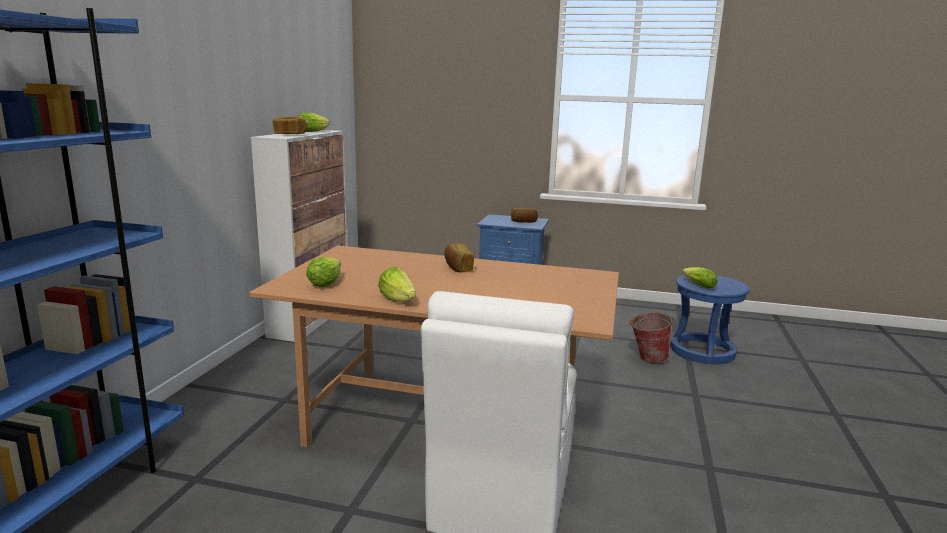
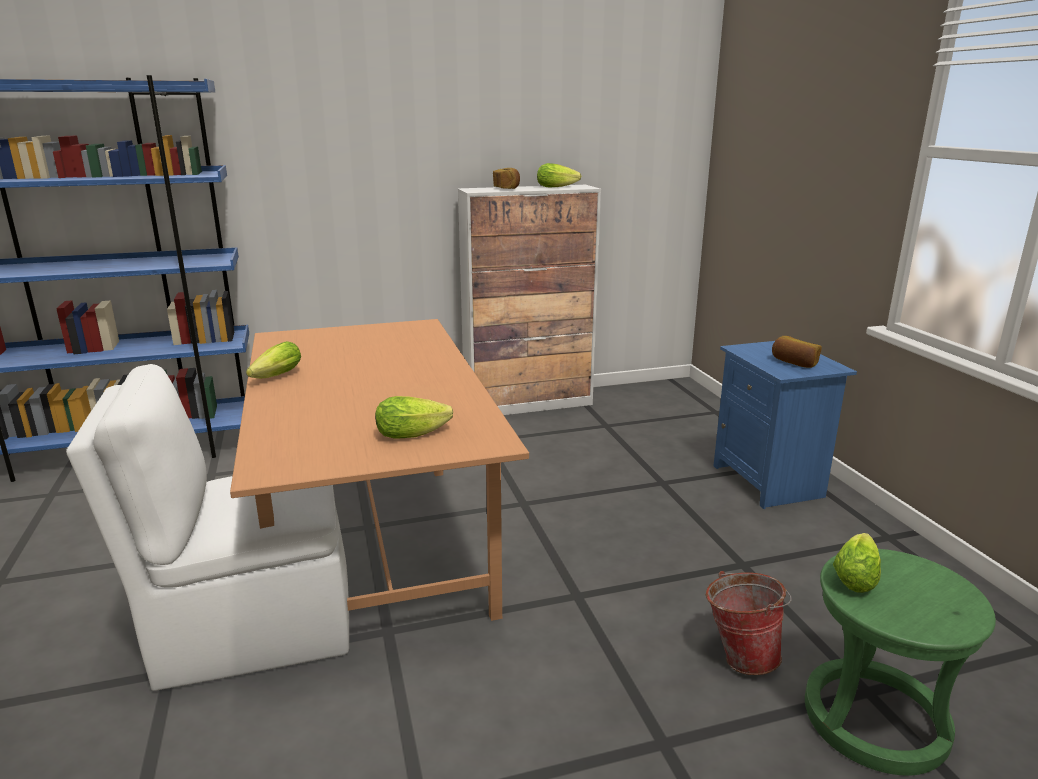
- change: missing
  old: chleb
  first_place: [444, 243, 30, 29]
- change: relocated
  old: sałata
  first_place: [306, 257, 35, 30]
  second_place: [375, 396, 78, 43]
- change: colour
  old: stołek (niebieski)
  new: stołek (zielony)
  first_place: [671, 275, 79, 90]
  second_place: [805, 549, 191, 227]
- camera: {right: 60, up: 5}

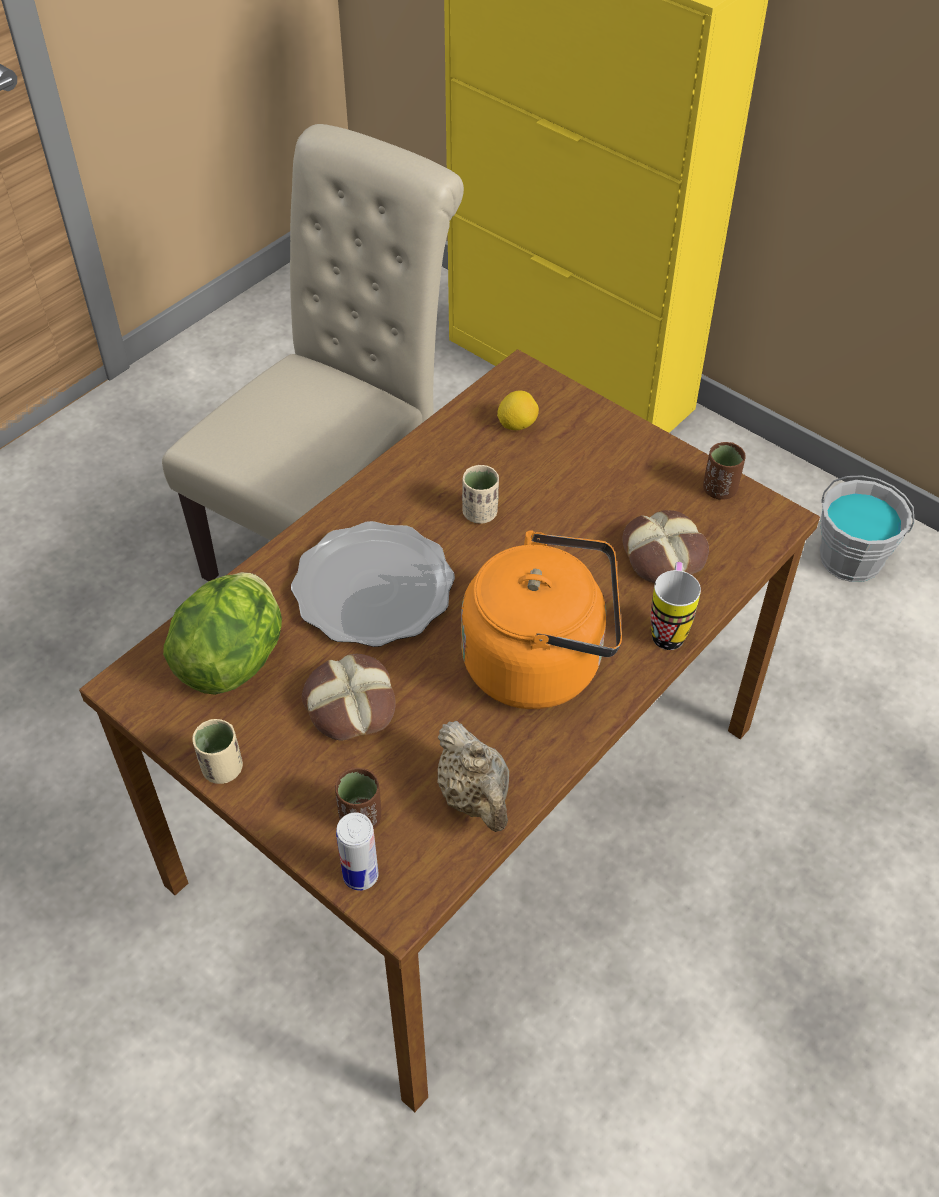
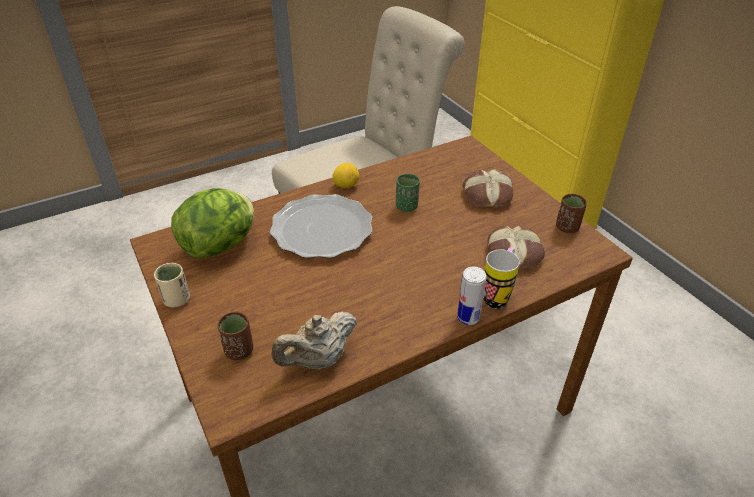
- change: relocated
  old: cytryna
  first_place: [497, 391, 42, 39]
  second_place: [332, 163, 27, 25]
- change: colour
  old: filiżanka (beżowy)
  new: filiżanka (zielony)
  first_place: [462, 465, 37, 59]
  second_place: [396, 174, 24, 38]
- change: missing
  old: wiadro (szary)
  first_place: [820, 475, 95, 107]
- change: missing
  old: czajnik (pomarańczowy)
  first_place: [461, 530, 161, 179]
- change: relocated
  old: chleb
  first_place: [302, 654, 93, 87]
  second_place: [462, 169, 51, 39]
- change: spun
  old: imbryk (beżowy)
  first_place: [437, 721, 72, 111]
  second_place: [272, 311, 85, 58]
  degrees: 60
- change: relocated
  old: puszka
  first_place: [336, 812, 43, 79]
  second_place: [457, 267, 29, 58]
- camera: {right: 20, up: -10}

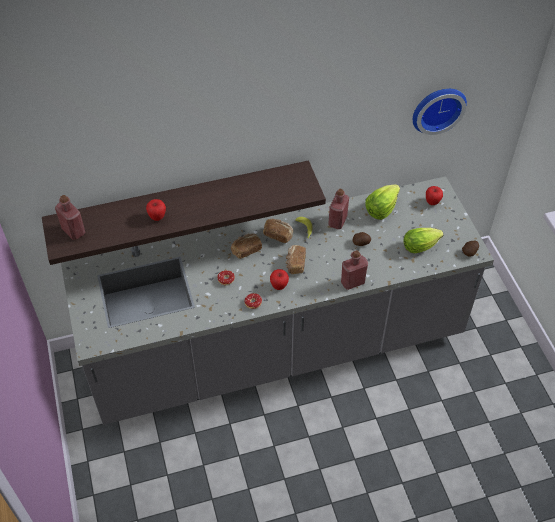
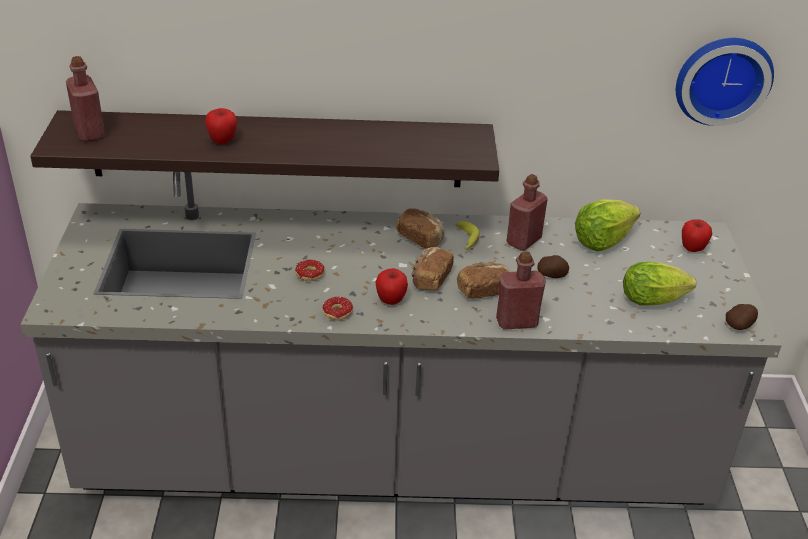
- change: relocated
  old: chleb
  first_place: [231, 233, 31, 26]
  second_place: [457, 262, 52, 37]
- camera: {right: 15, up: -15}

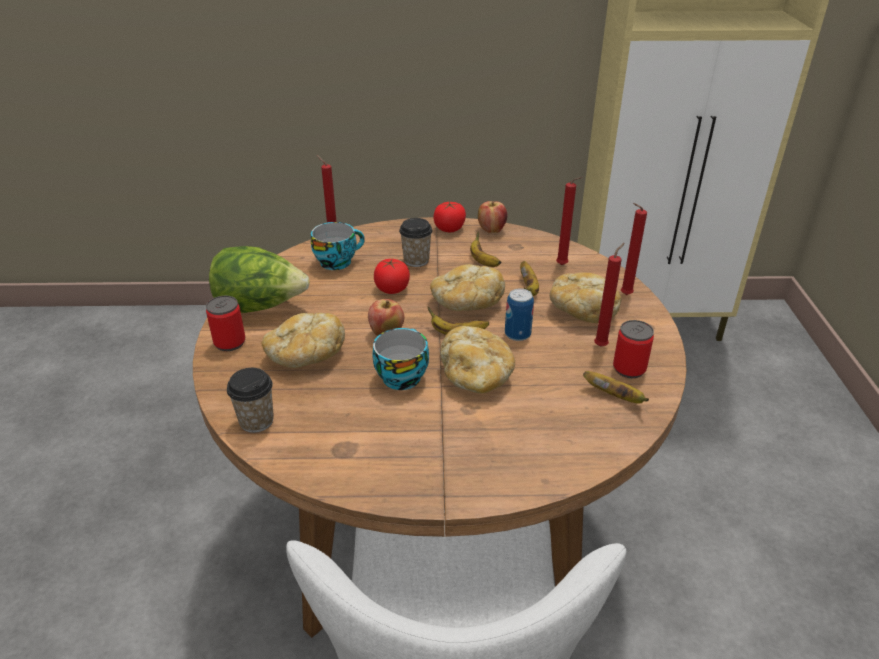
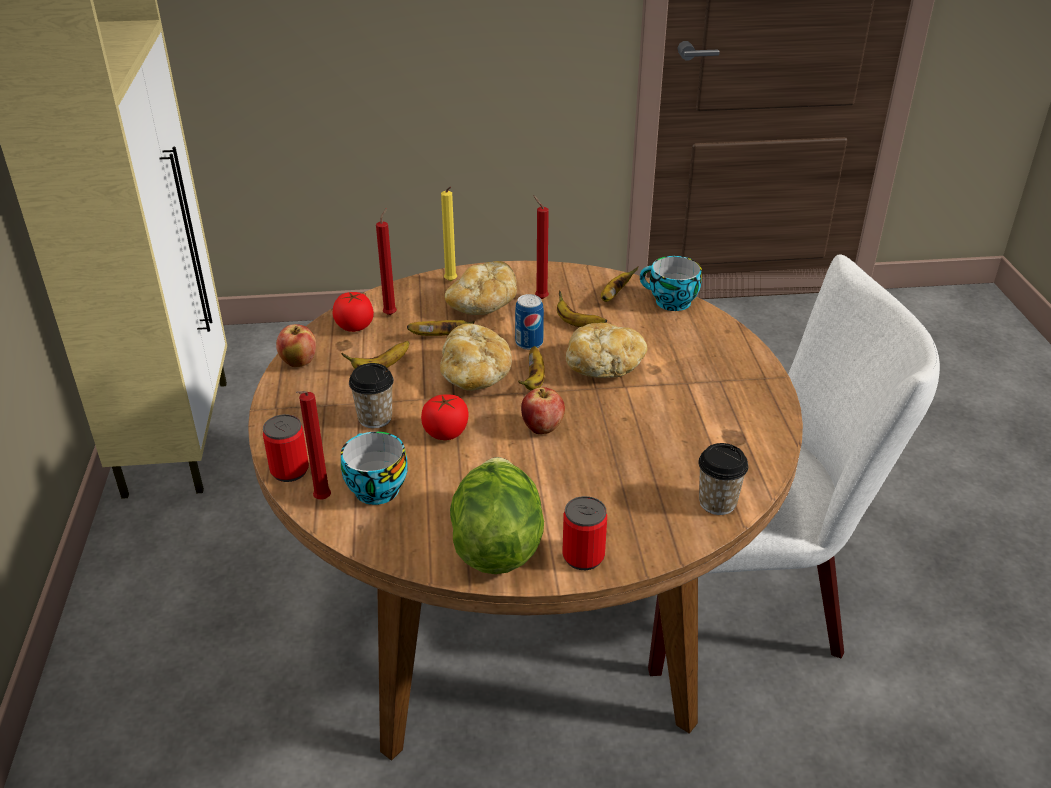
- change: relocated
  old: pomidor
  first_place: [434, 201, 32, 31]
  second_place: [333, 292, 41, 40]
- change: colour
  old: świeca (czerwony)
  new: świeca (żółty)
  first_place: [621, 203, 26, 92]
  second_place: [441, 187, 16, 94]
- change: missing
  old: chleb
  first_place: [262, 313, 83, 55]
- change: relocated
  old: puszka
  first_place: [613, 320, 41, 58]
  second_place: [263, 414, 46, 68]
- change: relocated
  old: filiżanka
  first_place: [372, 328, 57, 62]
  second_place: [640, 256, 62, 55]
- change: appeared
  new: banan
  second_place: [557, 290, 50, 37]
- camera: {right: -95, up: 0}

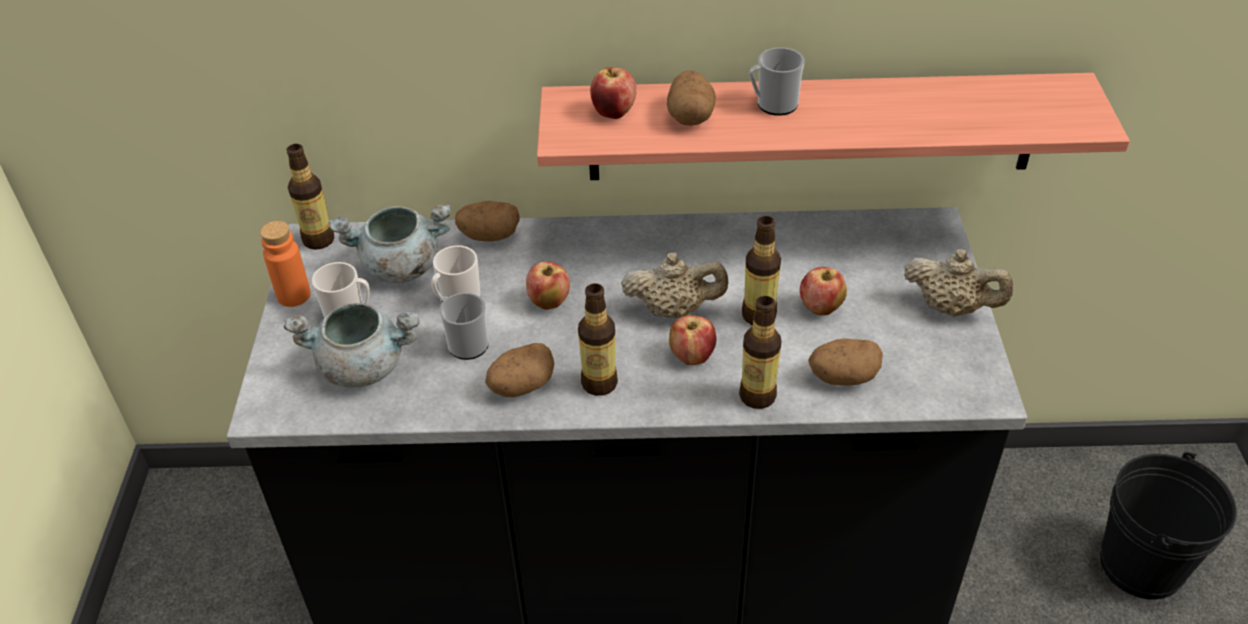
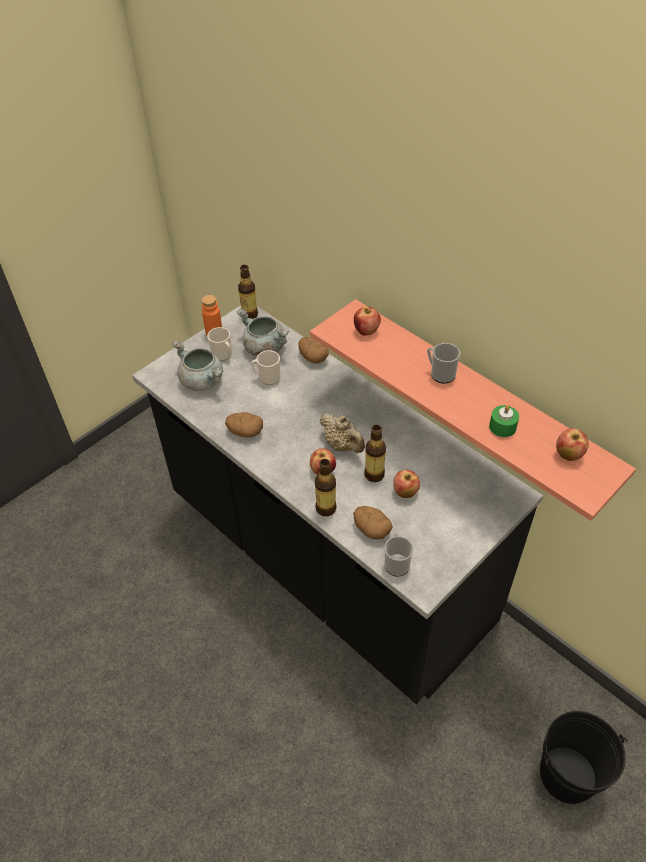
- change: missing
  old: ziemniak
  first_place: [667, 71, 49, 55]
- change: missing
  old: imbryk (beżowy)
  first_place: [904, 249, 109, 67]
- change: relocated
  old: jabłko
  first_place: [526, 261, 44, 49]
  second_place: [556, 428, 33, 33]
- change: missing
  old: butelka
  first_place: [578, 283, 40, 113]
- change: relocated
  old: kubek
  first_place: [439, 293, 50, 67]
  second_place: [384, 533, 29, 44]
- change: appeared
  new: świeca (zielony)
  second_place: [489, 405, 30, 32]
- camera: {right: 45, up: 5}

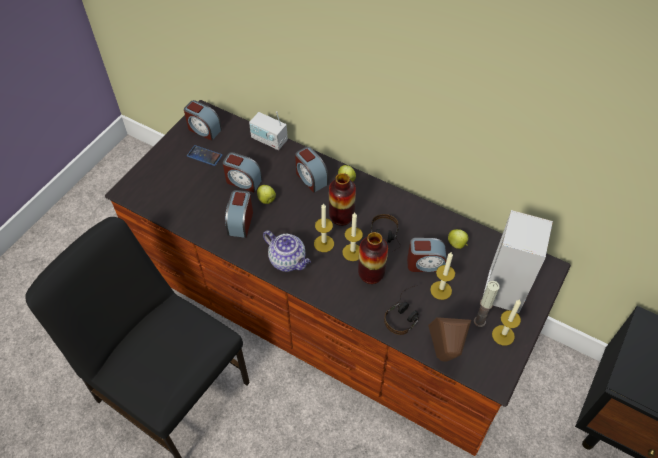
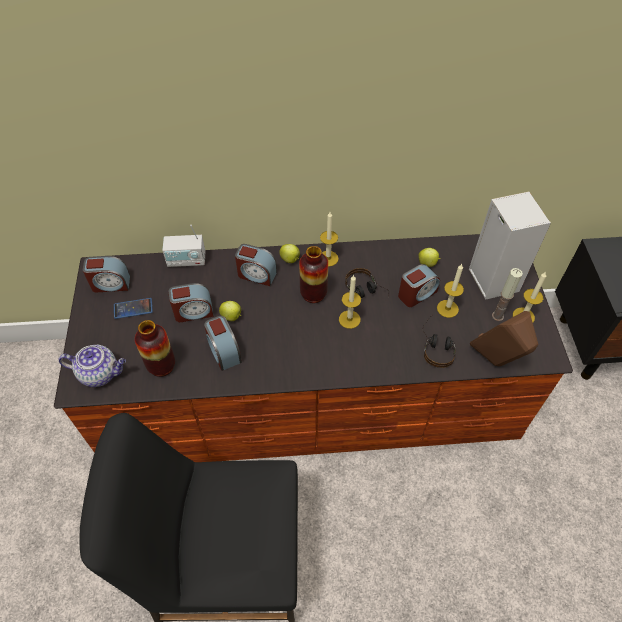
- change: relocated
  old: świeca
  first_place: [314, 203, 20, 49]
  second_place: [320, 212, 19, 55]
- change: relocated
  old: imbryk
  first_place: [263, 230, 48, 42]
  second_place: [59, 345, 67, 42]
- change: relocated
  old: wazon
  first_place: [358, 232, 30, 52]
  second_place: [135, 320, 40, 57]
- camera: {right: -35, up: 0}

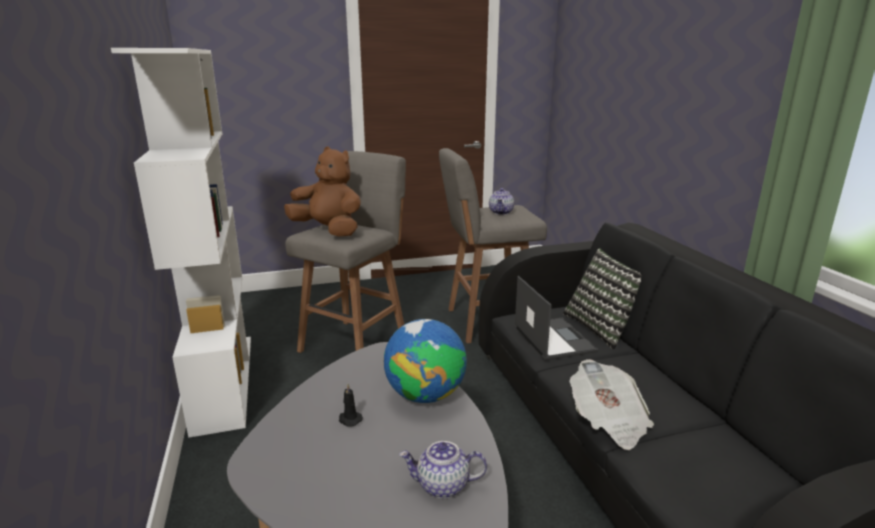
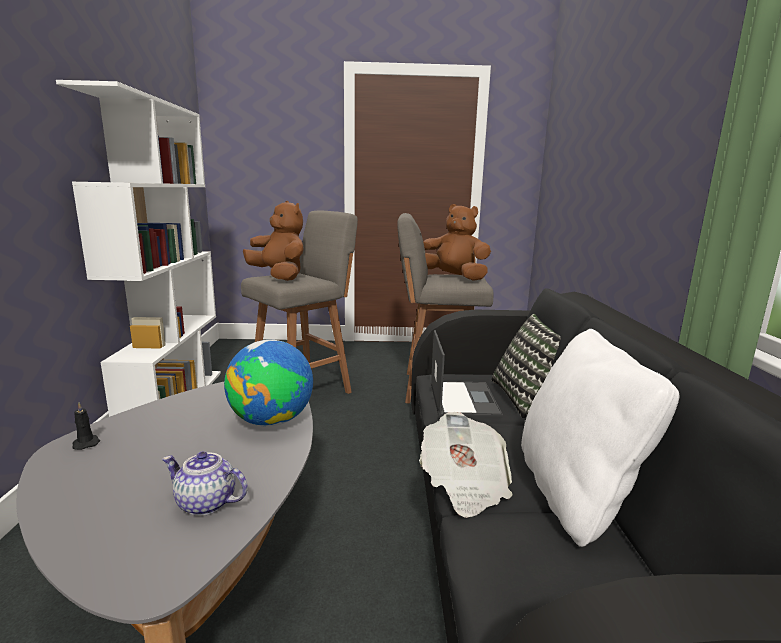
- change: exchanged
  old: imbryk
  new: pluszak (brązowy)
  first_place: [489, 188, 25, 27]
  second_place: [423, 204, 68, 77]
- change: relocated
  old: świeca (czarny)
  first_place: [339, 384, 24, 42]
  second_place: [72, 402, 28, 48]
- change: appeared
  new: poduszka (biały)
  second_place: [521, 329, 158, 218]
- camera: {right: 15, up: -5}

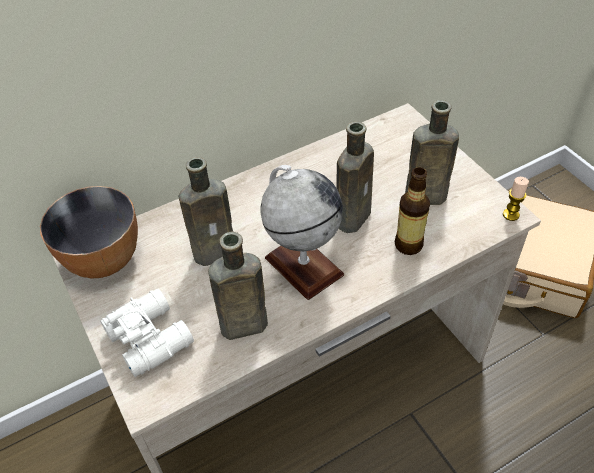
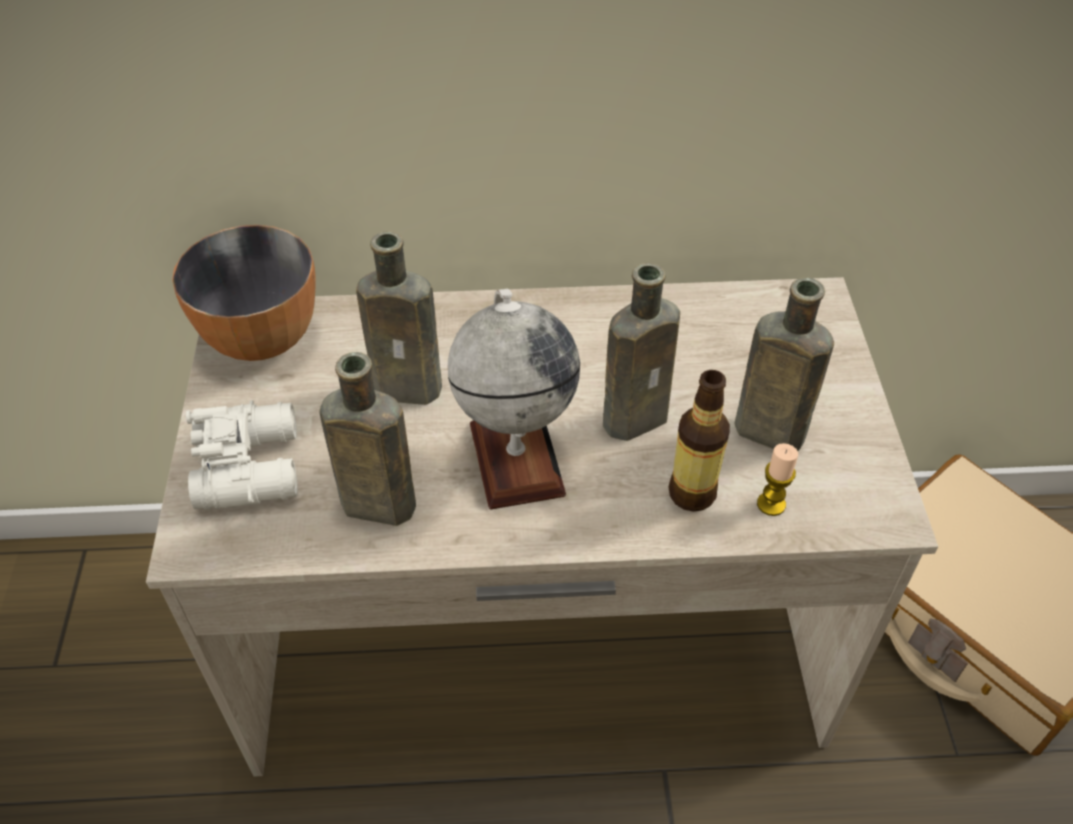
- change: relocated
  old: świeca
  first_place: [503, 177, 26, 44]
  second_place: [757, 443, 41, 73]
- camera: {right: 25, up: 0}

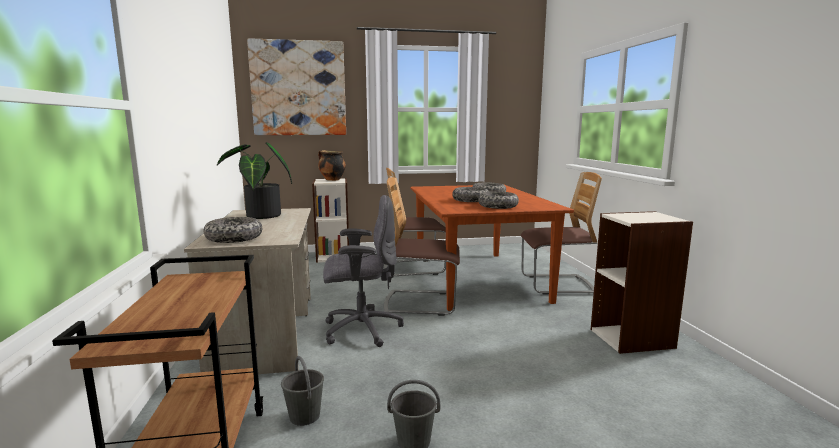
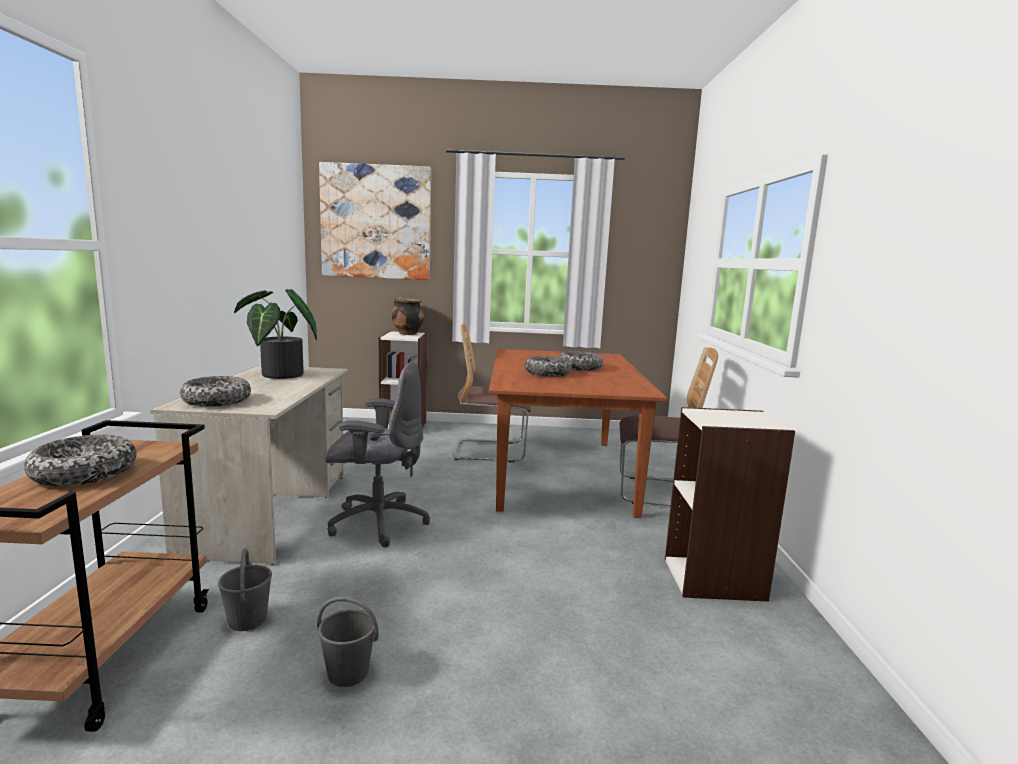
- change: missing
  old: krzesło
  first_place: [384, 177, 76, 139]
- change: relocated
  old: miska
  first_place: [478, 191, 41, 18]
  second_place: [24, 435, 112, 51]
- camera: {right: 10, up: 0}

